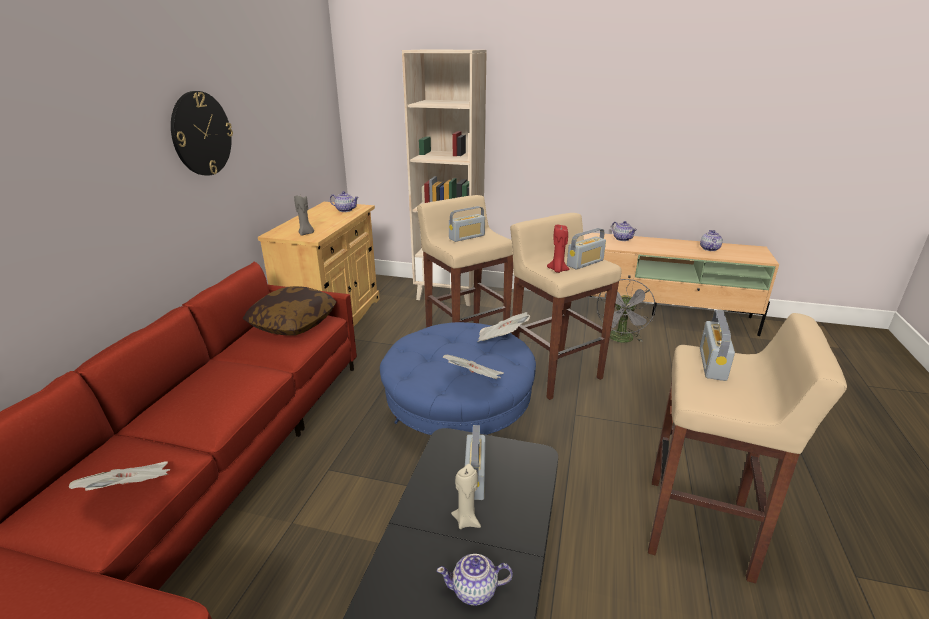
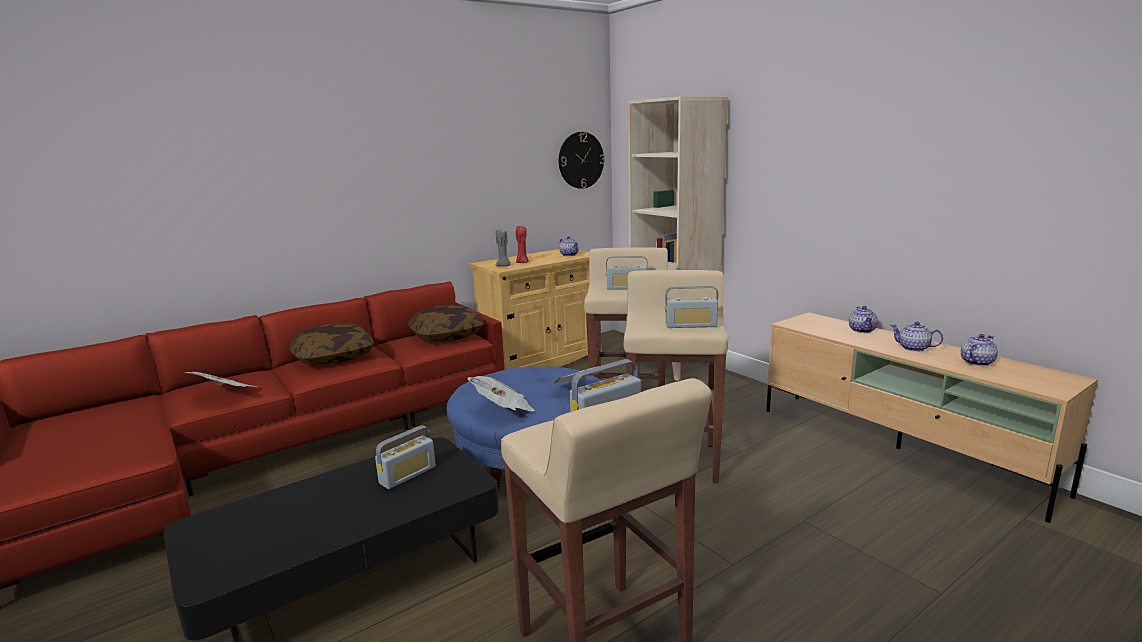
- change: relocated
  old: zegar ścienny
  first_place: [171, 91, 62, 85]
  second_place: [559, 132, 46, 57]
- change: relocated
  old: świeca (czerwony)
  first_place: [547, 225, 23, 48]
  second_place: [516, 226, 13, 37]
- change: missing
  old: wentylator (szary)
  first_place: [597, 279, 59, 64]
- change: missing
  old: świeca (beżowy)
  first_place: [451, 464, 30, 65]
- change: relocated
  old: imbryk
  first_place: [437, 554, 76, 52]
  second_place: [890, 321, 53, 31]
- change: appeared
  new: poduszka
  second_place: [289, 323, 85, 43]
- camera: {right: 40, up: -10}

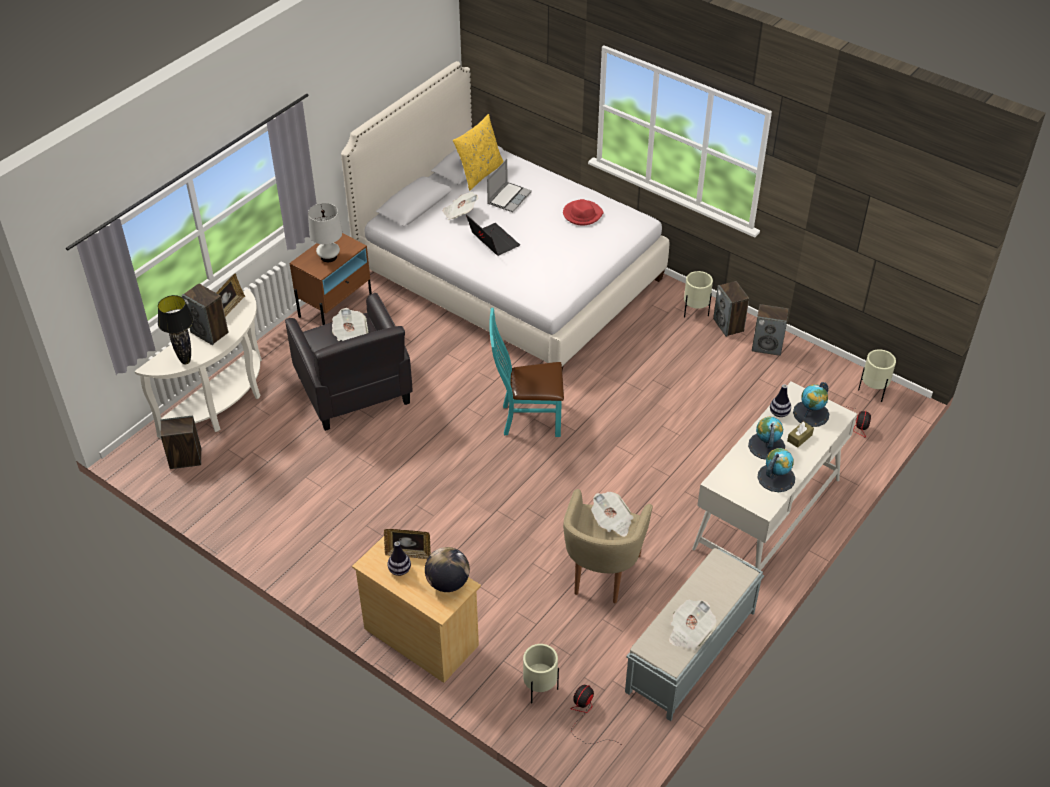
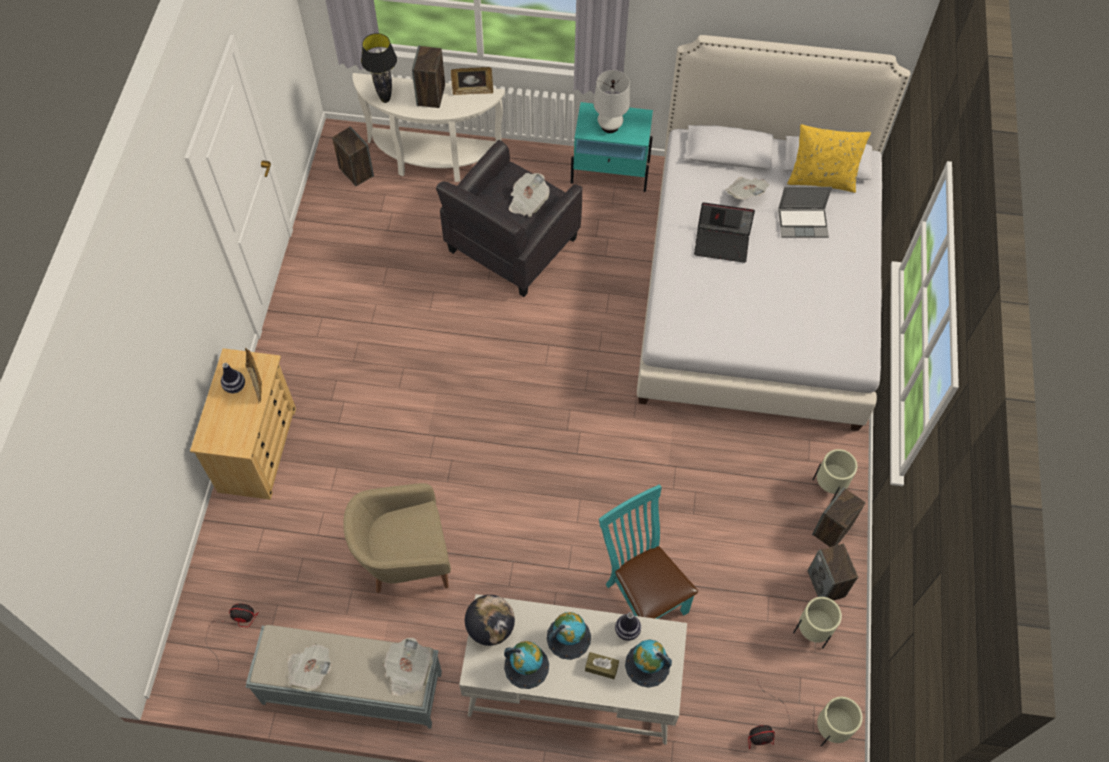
- change: missing
  old: kapelusz (czerwony)
  first_place: [563, 199, 41, 26]
- change: spun
  old: laptop
  first_place: [466, 214, 54, 42]
  second_place: [694, 202, 61, 61]
  degrees: 75
- change: colour
  old: szafka nocna (brązowy)
  new: szafka nocna (turkusowy)
  first_place: [290, 233, 82, 92]
  second_place: [571, 102, 82, 90]
- change: relocated
  old: krzesło (turkusowy)
  first_place: [489, 308, 75, 129]
  second_place: [599, 484, 99, 135]
- change: relocated
  old: gazeta
  first_place: [591, 492, 42, 45]
  second_place: [383, 638, 50, 58]
- change: relocated
  old: globus
  first_place: [425, 547, 45, 45]
  second_place: [465, 595, 50, 51]
- change: relocated
  old: donica (beżowy)
  first_place: [523, 644, 36, 59]
  second_place: [793, 597, 49, 52]
- camera: {right: 60, up: 15}

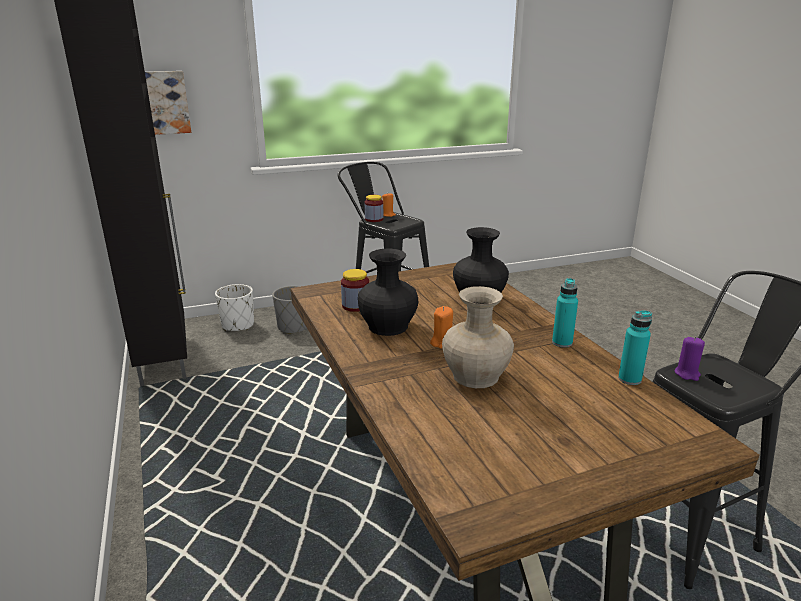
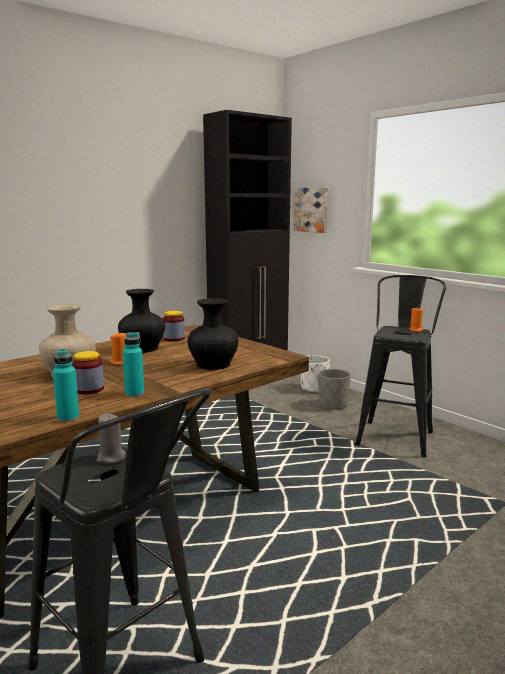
- change: relocated
  old: słoik
  first_place: [365, 195, 18, 27]
  second_place: [72, 351, 32, 44]
- change: colour
  old: świeca (fioletowy)
  new: świeca (szary)
  first_place: [675, 337, 30, 44]
  second_place: [96, 414, 30, 49]
- camera: {right: 70, up: -10}

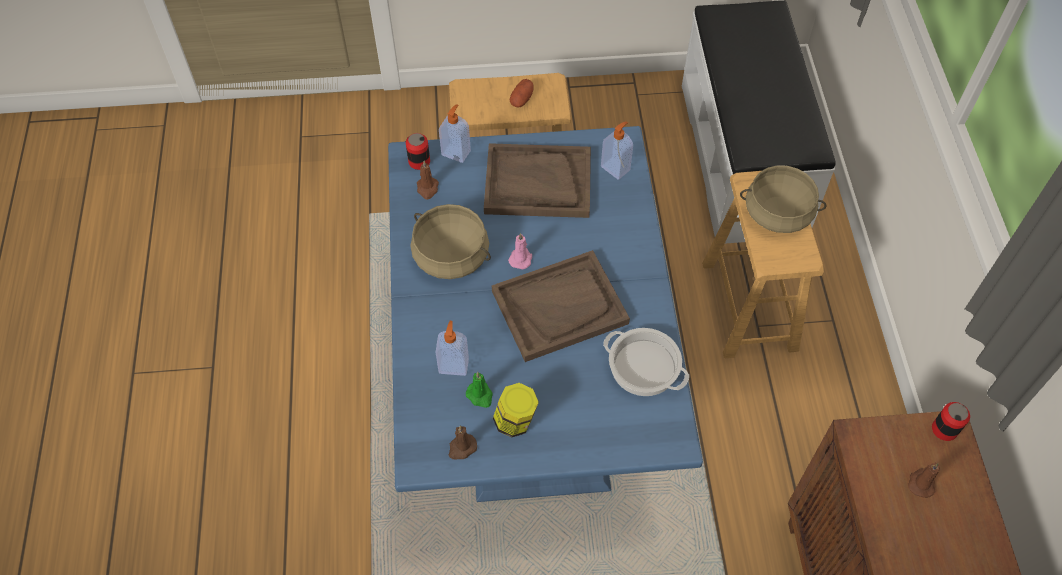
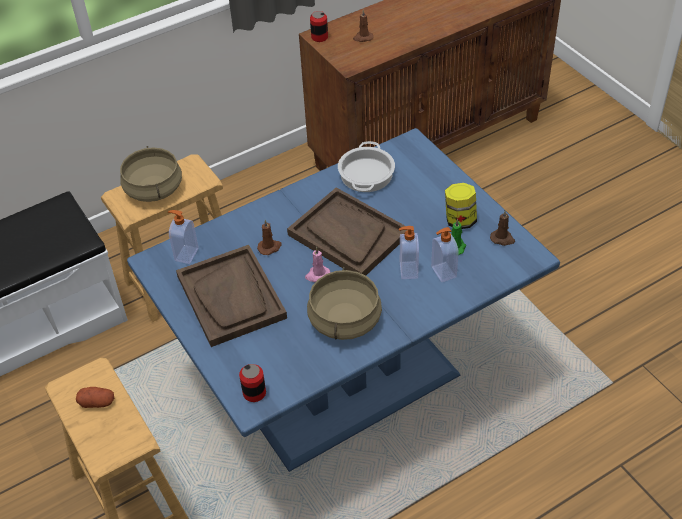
- change: relocated
  old: dozownik mydła
  first_place: [439, 104, 32, 59]
  second_place: [399, 226, 20, 53]
- change: relocated
  old: świeca (brązowy)
  first_place: [417, 161, 22, 38]
  second_place: [257, 219, 25, 36]
- camera: {right: -115, up: -10}

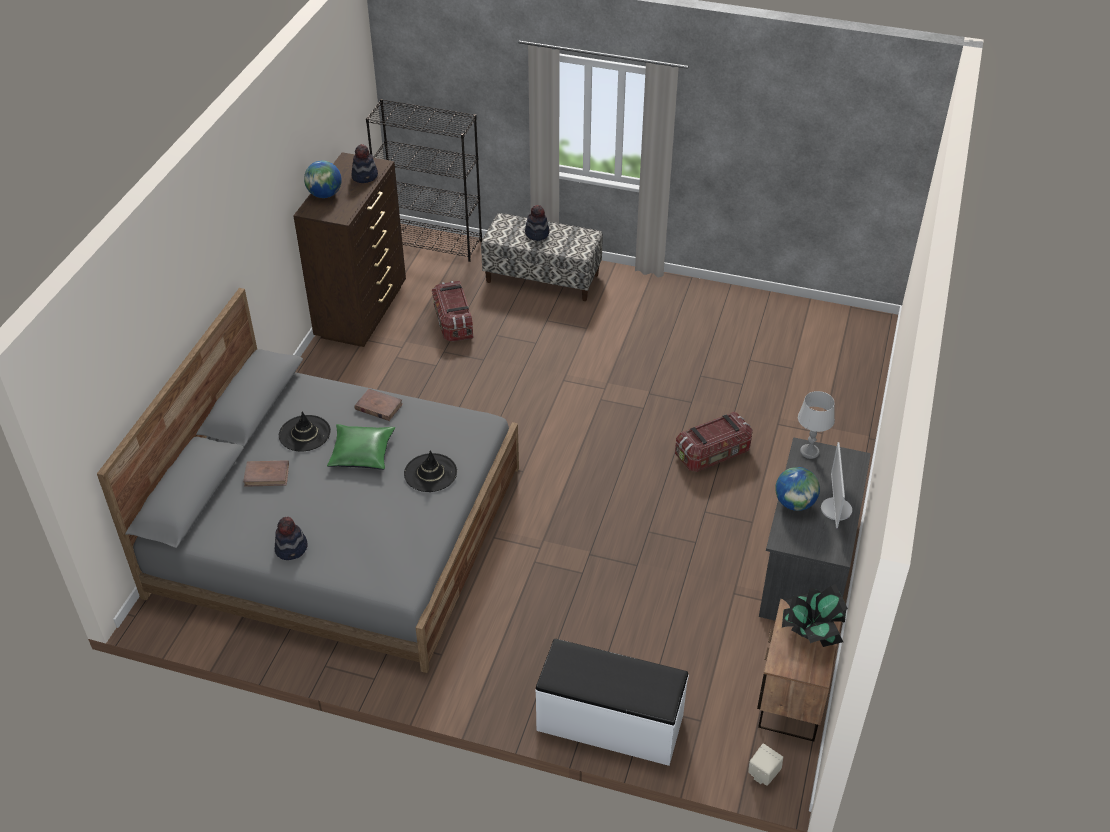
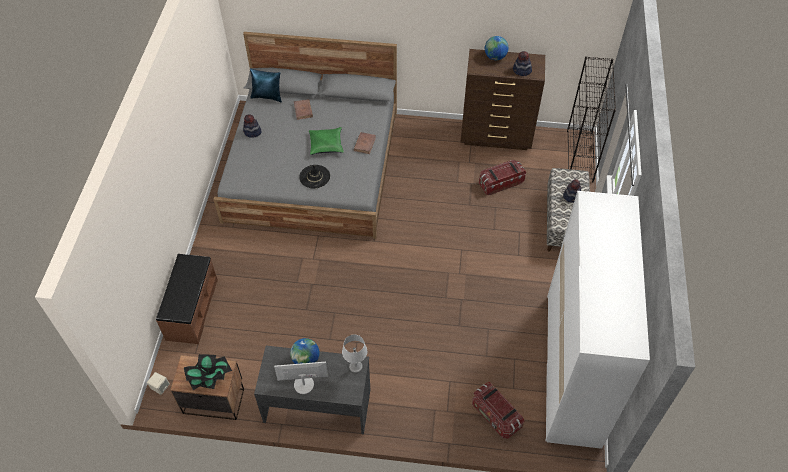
- change: missing
  old: kapelusz (czarny)
  first_place: [279, 411, 52, 41]
- change: relocated
  old: pojemnik do przechowywania
  first_place: [675, 412, 78, 60]
  second_place: [472, 382, 52, 57]
- change: colour
  old: ławka (biały)
  new: ławka (brązowy)
  first_place: [535, 639, 154, 127]
  second_place: [156, 254, 62, 90]
- change: appeared
  new: poduszka (niebieski)
  second_place: [250, 68, 32, 35]
- change: appeared
  new: szafa (biały)
  second_place: [545, 191, 105, 258]
- camera: {right: 80, up: 10}

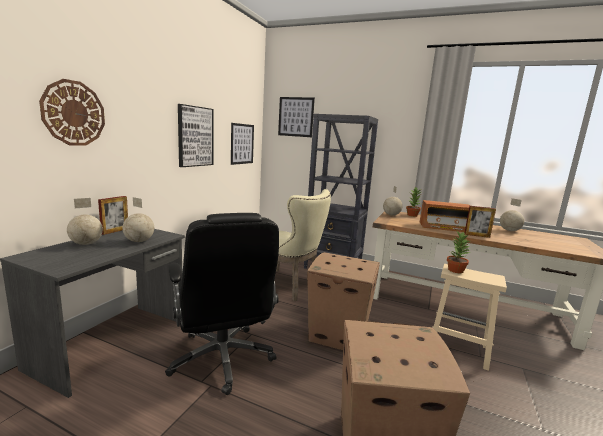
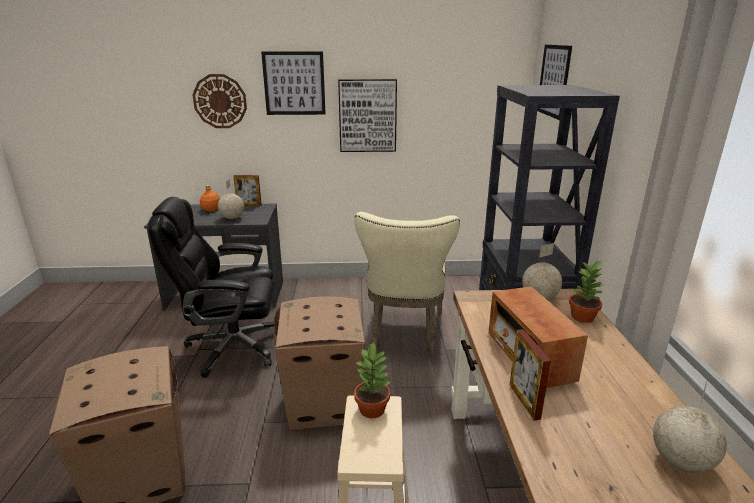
- change: relocated
  old: obraz
  first_place: [231, 123, 23, 42]
  second_place: [261, 51, 65, 64]
- change: exchanged
  old: globus
  new: butelka (pomarańczowy)
  first_place: [67, 198, 36, 47]
  second_place: [200, 185, 20, 26]
- change: spun
  old: krzesło biurowe (czarny)
  first_place: [165, 213, 114, 182]
  second_place: [148, 197, 130, 181]
  degrees: 45
- camera: {right: 65, up: 10}

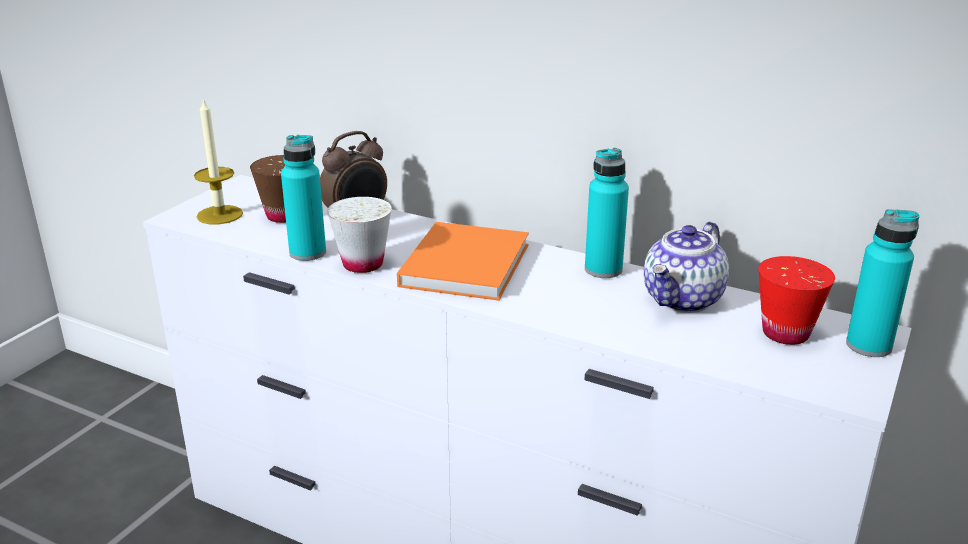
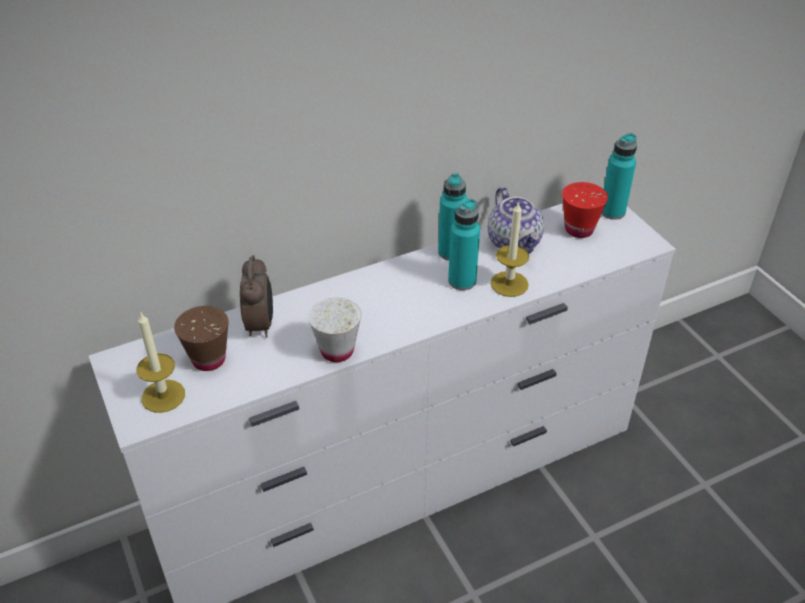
- change: relocated
  old: butelka (turkusowy)
  first_place: [281, 135, 45, 126]
  second_place: [448, 199, 32, 91]
- change: missing
  old: książka (pomarańczowy)
  first_place: [397, 222, 132, 79]
- change: appeared
  new: świeca
  second_place: [491, 201, 38, 96]
- camera: {right: -55, up: 15}

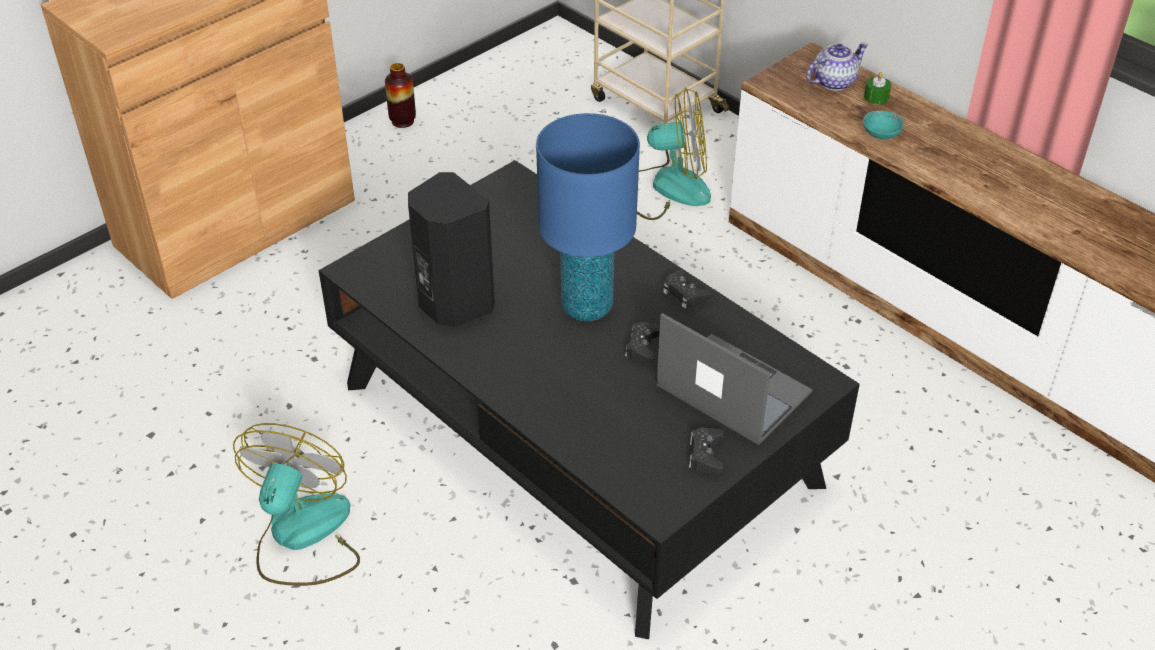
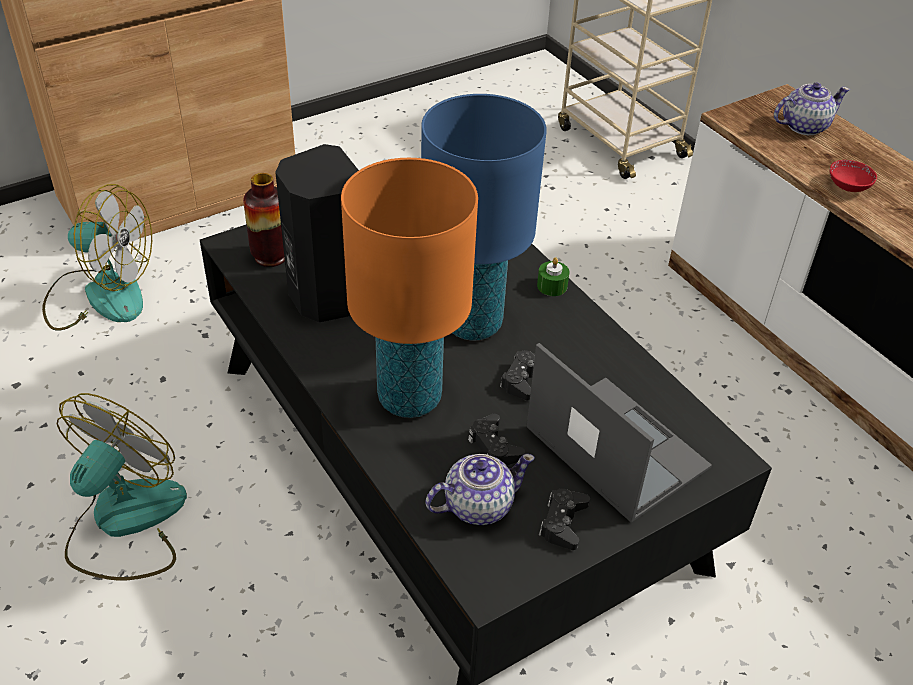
- change: relocated
  old: wazon
  first_place: [385, 63, 31, 65]
  second_place: [243, 173, 42, 94]
- change: relocated
  old: świeca (zielony)
  first_place: [864, 72, 27, 32]
  second_place: [537, 257, 32, 39]
- change: relocated
  old: wentylator
  first_place: [637, 88, 74, 132]
  second_place: [42, 184, 110, 147]
- change: colour
  old: miska (turkusowy)
  new: miska (czerwony)
  first_place: [863, 111, 41, 28]
  second_place: [830, 160, 47, 32]
- change: relocated
  old: pad do gier (czarny)
  first_place: [663, 270, 47, 38]
  second_place: [468, 414, 57, 52]
- change: appeared
  new: lampa stołowa (pomarańczowy)
  second_place: [341, 158, 137, 260]
- change: appeared
  new: imbryk
  second_place: [425, 454, 110, 71]
- camera: {right: 10, up: 0}

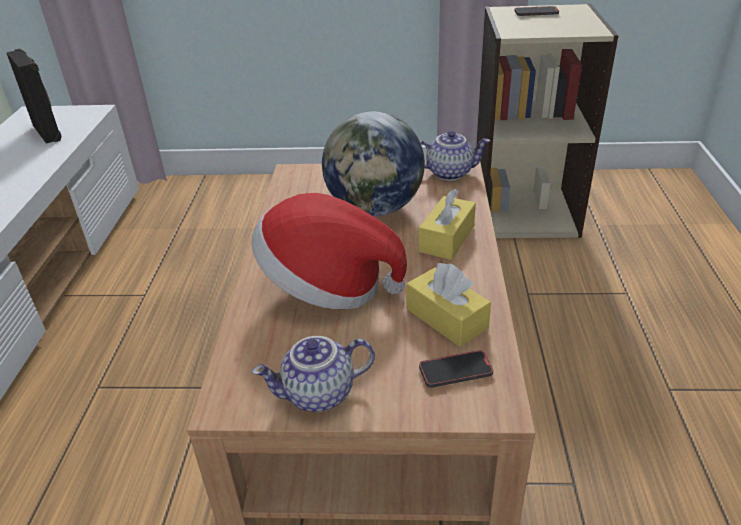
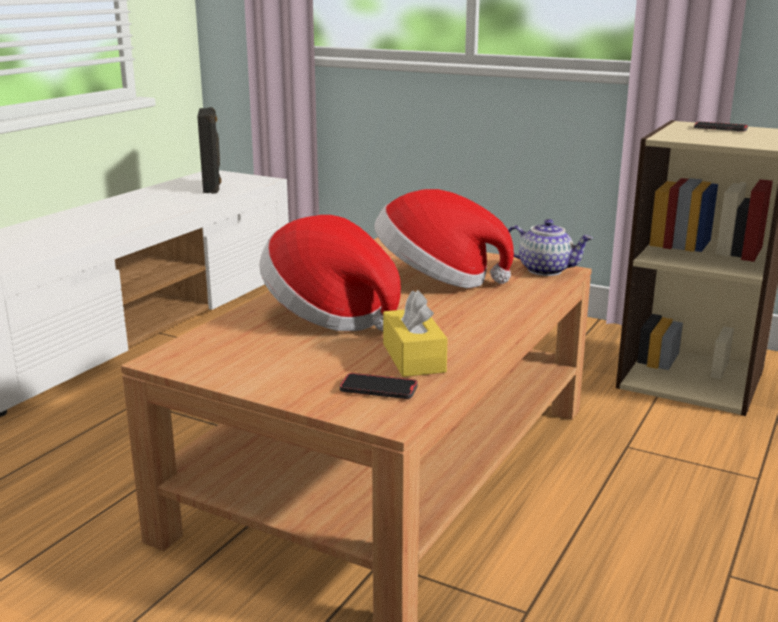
- change: exchanged
  old: globus
  new: kapelusz
  first_place: [322, 111, 103, 105]
  second_place: [375, 189, 139, 99]
- change: missing
  old: pudełko chusteczek (żółty)
  first_place: [419, 189, 57, 71]
- change: missing
  old: imbryk
  first_place: [252, 336, 123, 76]
- camera: {right: 25, up: -15}

